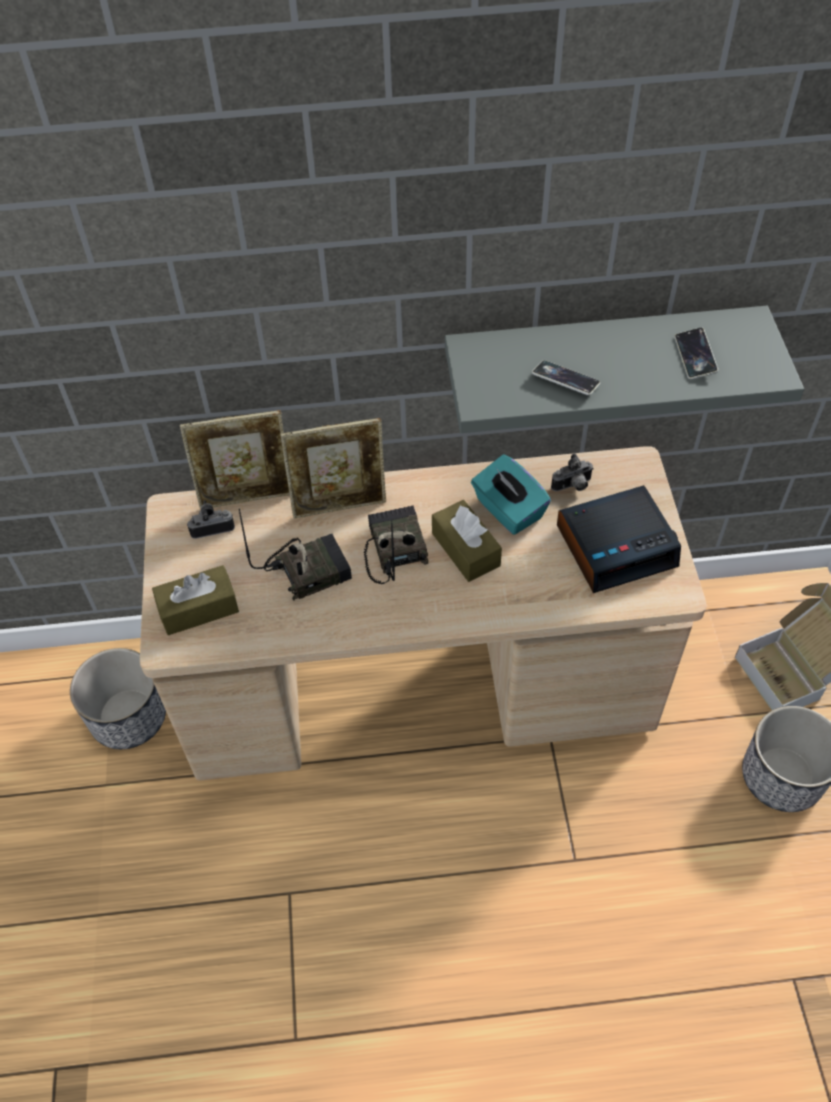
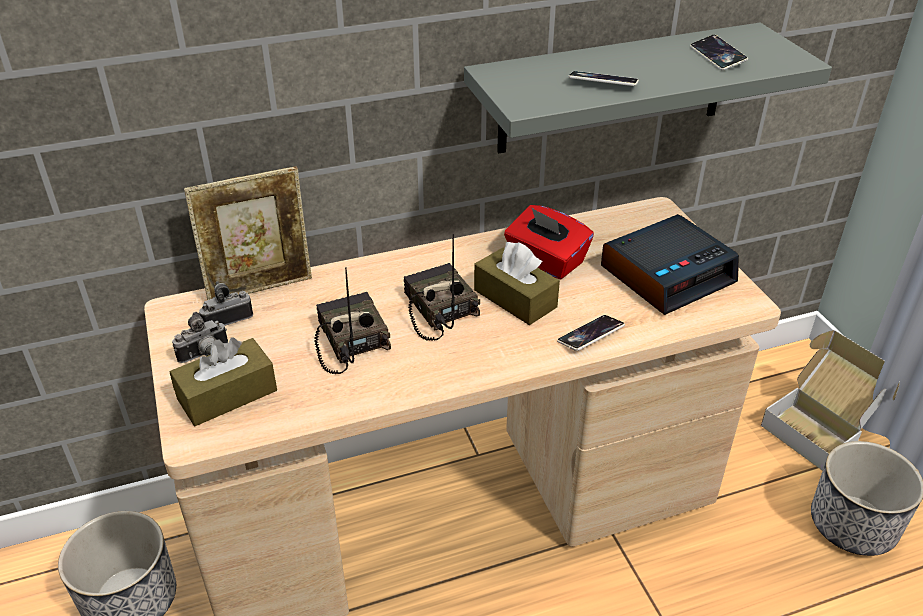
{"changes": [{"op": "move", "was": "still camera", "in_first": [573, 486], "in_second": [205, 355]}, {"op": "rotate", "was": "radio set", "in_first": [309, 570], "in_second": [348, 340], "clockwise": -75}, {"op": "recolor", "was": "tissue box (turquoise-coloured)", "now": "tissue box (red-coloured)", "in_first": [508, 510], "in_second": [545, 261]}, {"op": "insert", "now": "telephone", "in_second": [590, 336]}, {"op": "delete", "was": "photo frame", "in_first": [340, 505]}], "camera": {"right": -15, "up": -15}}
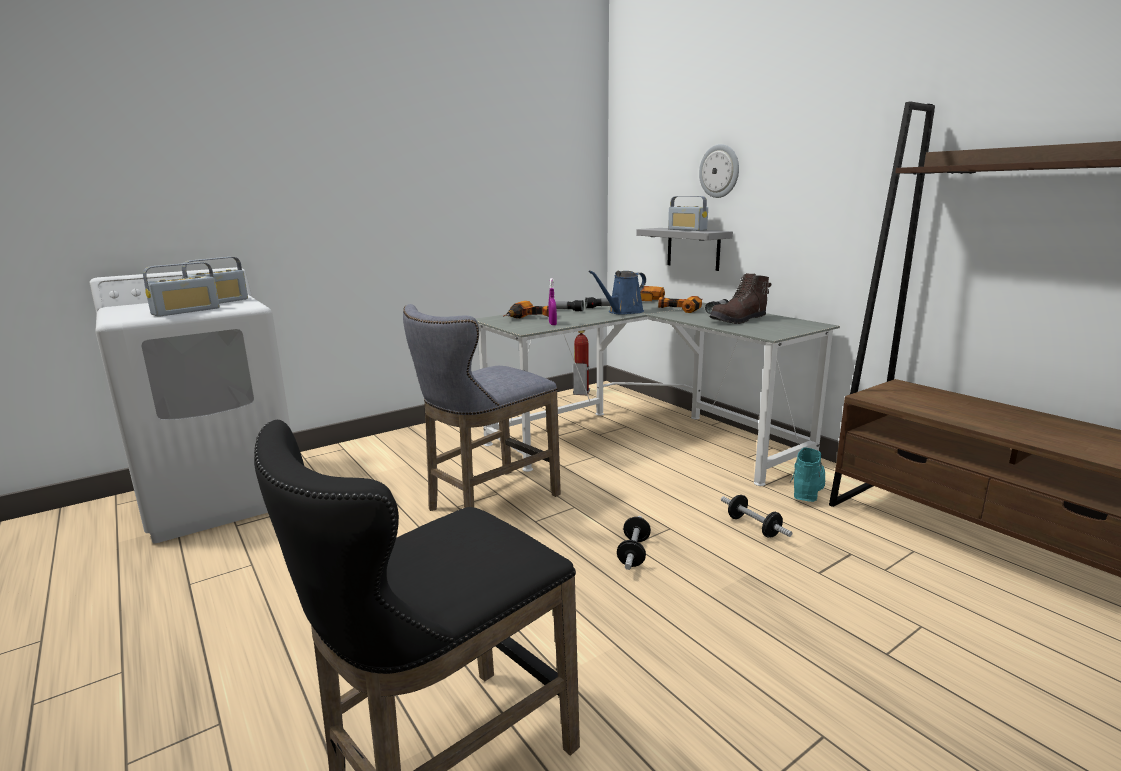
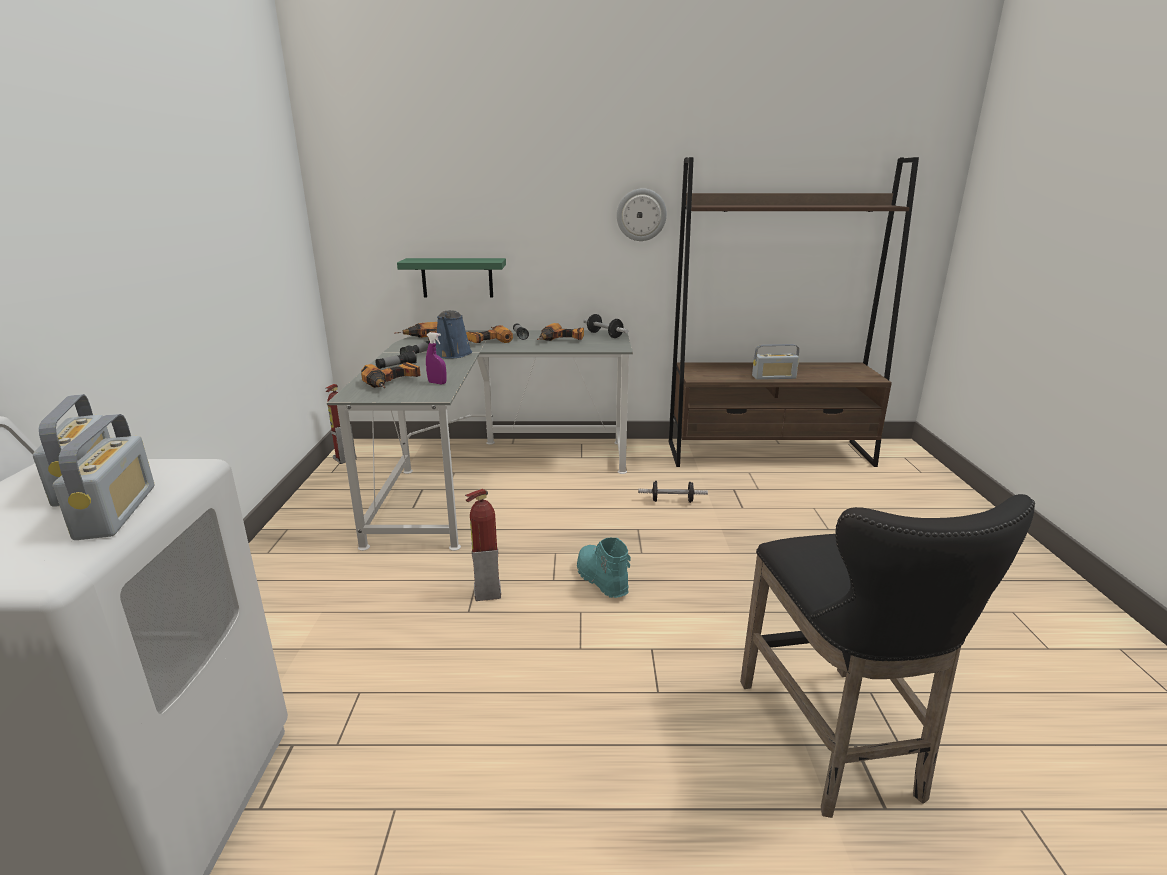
{"changes": [{"op": "recolor", "was": "bracket shelf (grey)", "now": "bracket shelf (green)", "in_first": [693, 248], "in_second": [457, 277]}, {"op": "replace", "was": "stool seat (grey)", "now": "fire-fighting cylinder", "in_first": [487, 503], "in_second": [487, 592]}, {"op": "replace", "was": "high-top boot (brown-coloured)", "now": "power drill", "in_first": [739, 320], "in_second": [561, 341]}, {"op": "move", "was": "high-top boot (turquoise-coloured)", "in_first": [807, 490], "in_second": [601, 580]}, {"op": "move", "was": "hand weight", "in_first": [633, 553], "in_second": [604, 335]}, {"op": "move", "was": "wall clock", "in_first": [719, 171], "in_second": [641, 215]}, {"op": "move", "was": "radio set", "in_first": [687, 230], "in_second": [774, 377]}], "camera": {"right": -55, "up": 5}}
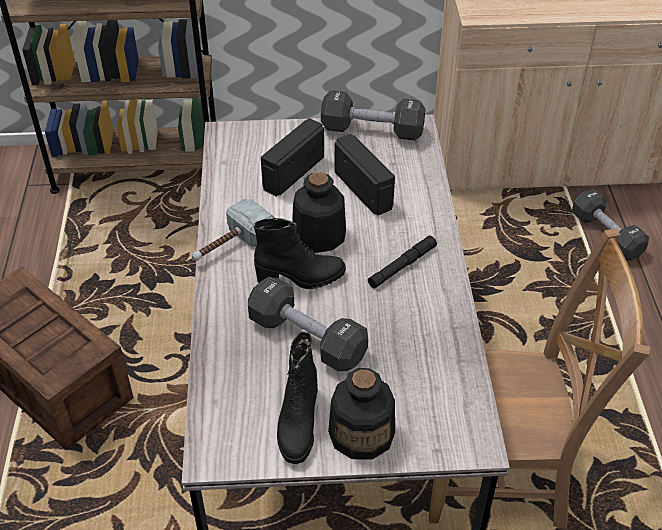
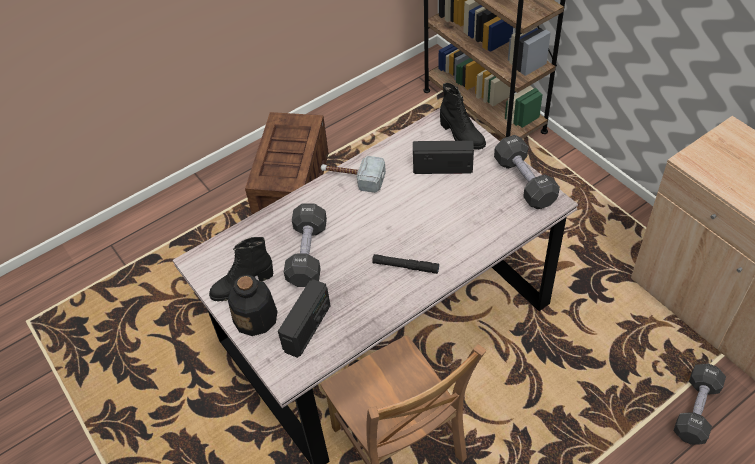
{"changes": [{"op": "move", "was": "radio set", "in_first": [363, 190], "in_second": [307, 328]}, {"op": "move", "was": "high-top boot (black-coloured)", "in_first": [301, 278], "in_second": [461, 136]}, {"op": "delete", "was": "bottle", "in_first": [318, 235]}], "camera": {"right": 60, "up": 5}}
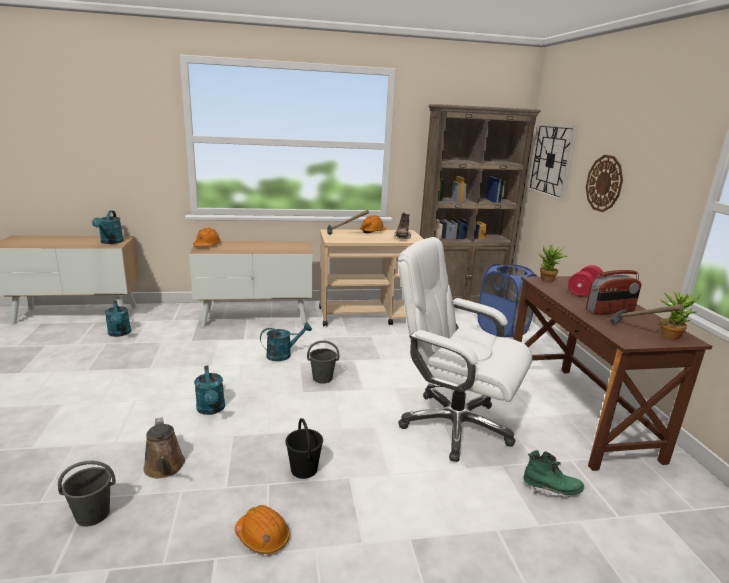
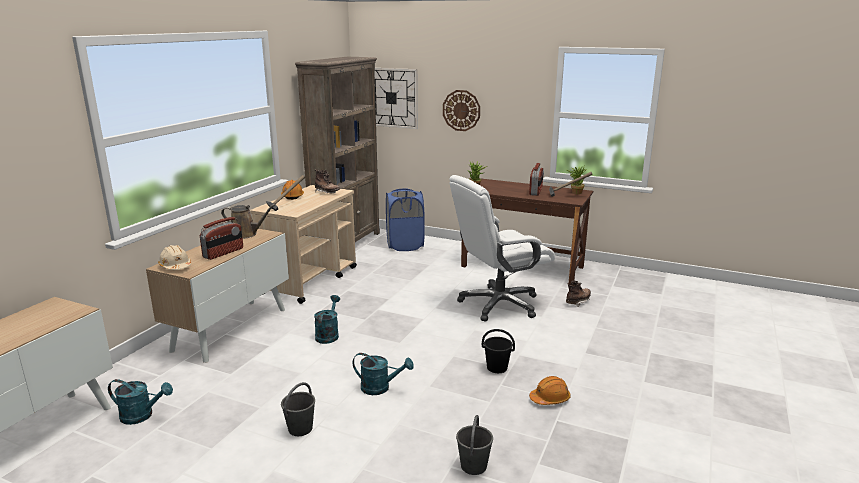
{"changes": [{"op": "recolor", "was": "work helmet (orangey)", "now": "work helmet (beige-coloured)", "in_first": [207, 245], "in_second": [175, 266]}, {"op": "insert", "now": "radio set", "in_second": [223, 253]}, {"op": "move", "was": "sprinkling can (brown-coloured)", "in_first": [165, 468], "in_second": [246, 234]}, {"op": "move", "was": "water bucket (grey)", "in_first": [323, 378], "in_second": [300, 428]}, {"op": "recolor", "was": "high-top boot (green)", "now": "high-top boot (brown-coloured)", "in_first": [551, 489], "in_second": [578, 302]}, {"op": "delete", "was": "sprinkling can (turquoise-coloured)", "in_first": [110, 242]}, {"op": "delete", "was": "hand weight (red-coloured)", "in_first": [584, 291]}], "camera": {"right": -55, "up": 0}}
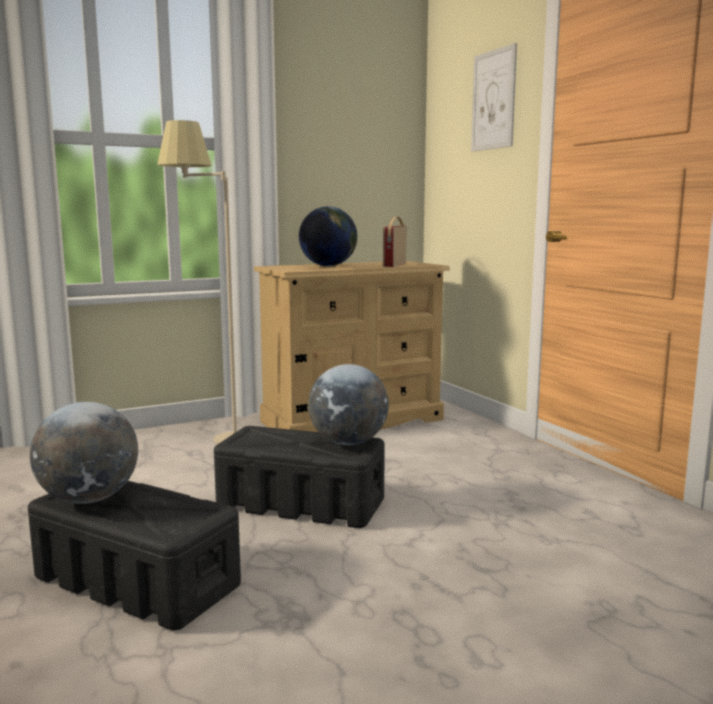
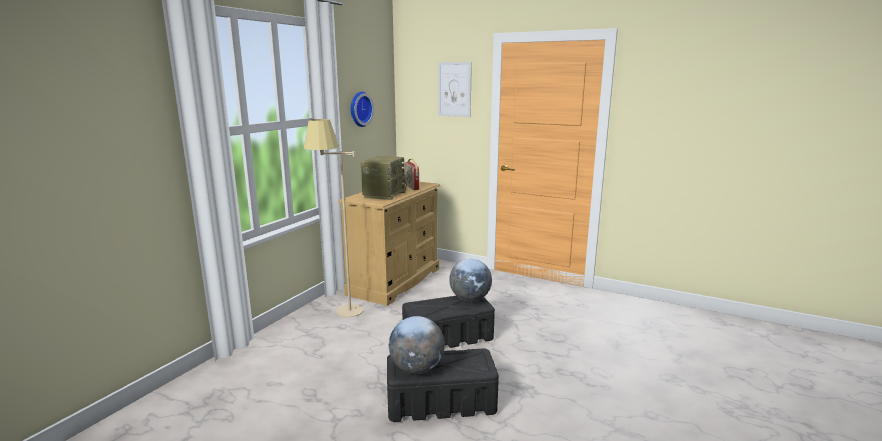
{"changes": [{"op": "insert", "now": "wall clock", "in_second": [359, 109]}, {"op": "replace", "was": "globe", "now": "radio set", "in_first": [328, 266], "in_second": [384, 194]}], "camera": {"right": -35, "up": 5}}
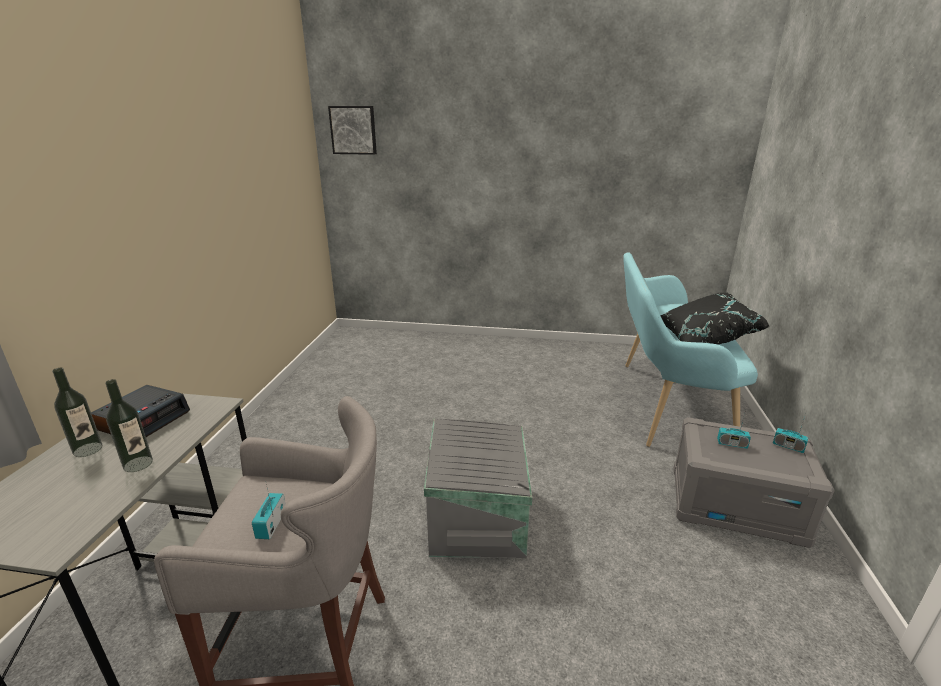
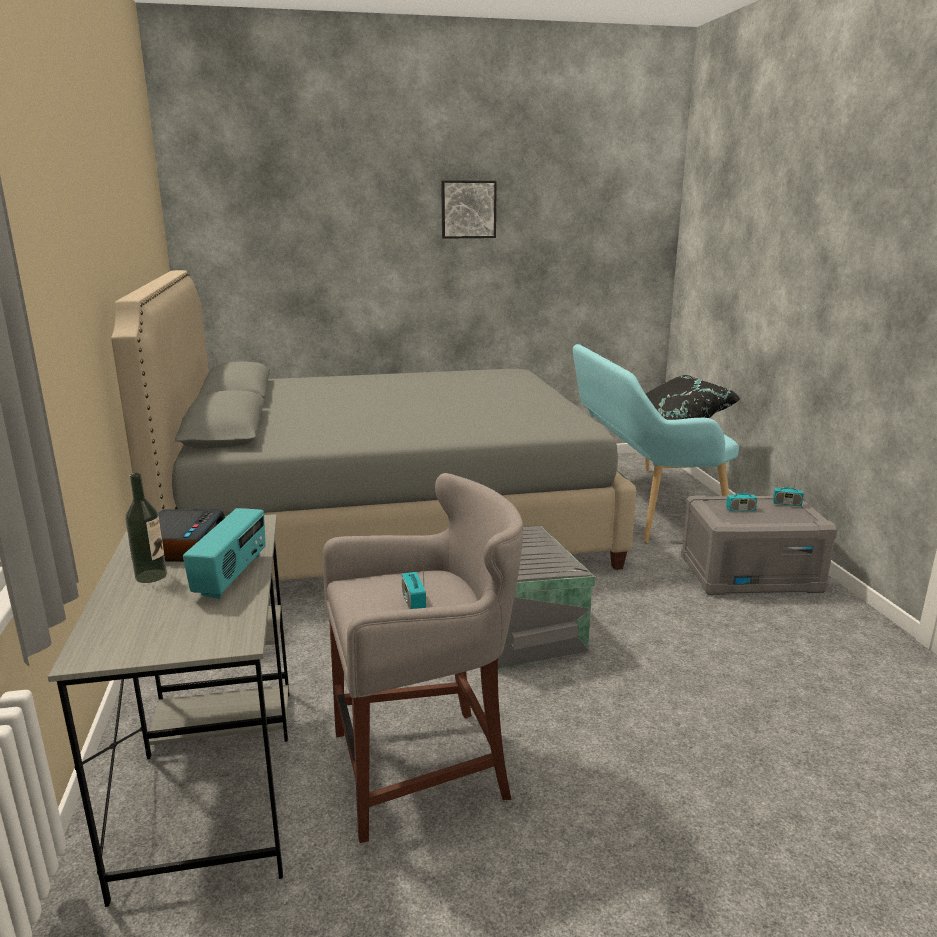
{"changes": [{"op": "insert", "now": "bedroom bed (grey)", "in_second": [388, 524]}, {"op": "replace", "was": "bottle", "now": "radio set", "in_first": [138, 464], "in_second": [232, 576]}, {"op": "move", "was": "wall art", "in_first": [353, 130], "in_second": [468, 209]}], "camera": {"right": -20, "up": -5}}
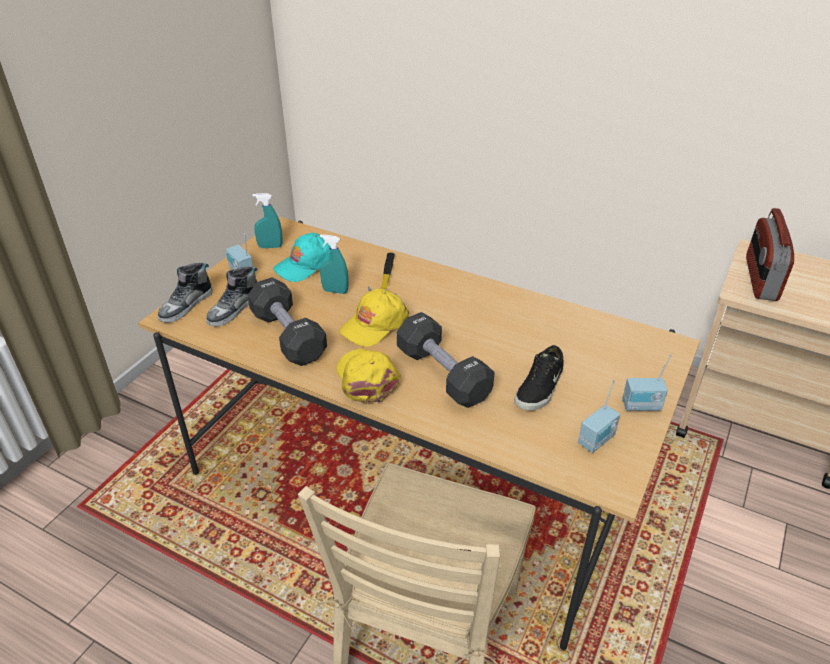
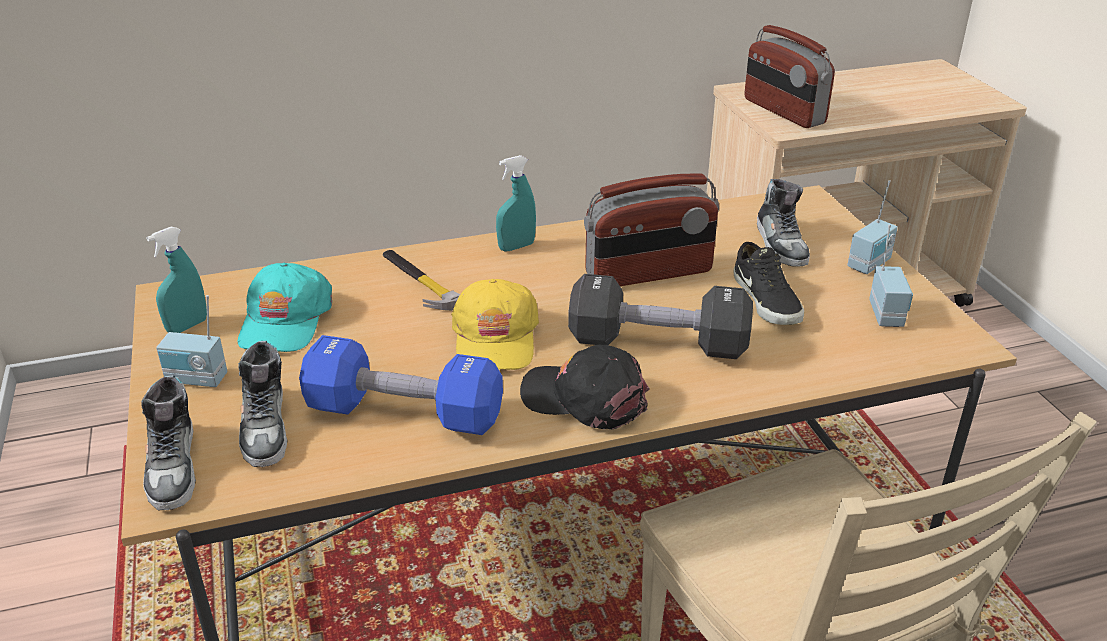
{"changes": [{"op": "recolor", "was": "hand weight (black-coloured)", "now": "hand weight (bluish)", "in_first": [288, 336], "in_second": [404, 413]}, {"op": "move", "was": "hand sprayer (turquoise-coloured)", "in_first": [335, 291], "in_second": [516, 247]}, {"op": "recolor", "was": "cap (yellow)", "now": "cap (black-coloured)", "in_first": [366, 378], "in_second": [585, 398]}, {"op": "insert", "now": "radio set", "in_second": [649, 274]}, {"op": "insert", "now": "shoe", "in_second": [781, 244]}], "camera": {"right": -45, "up": -5}}
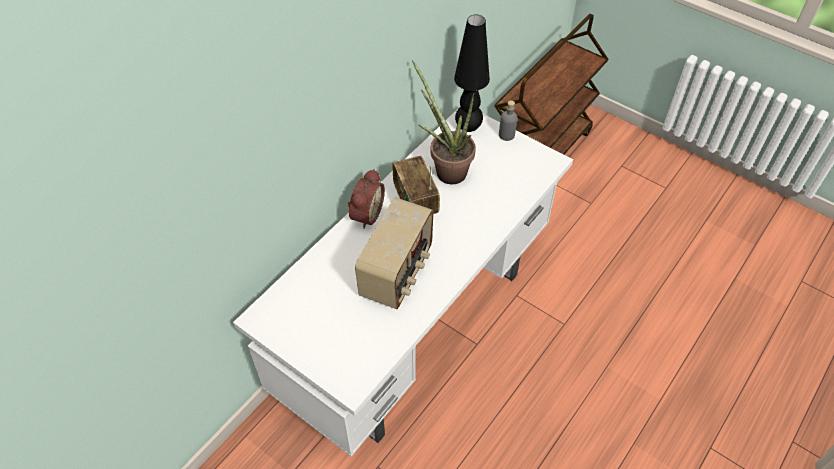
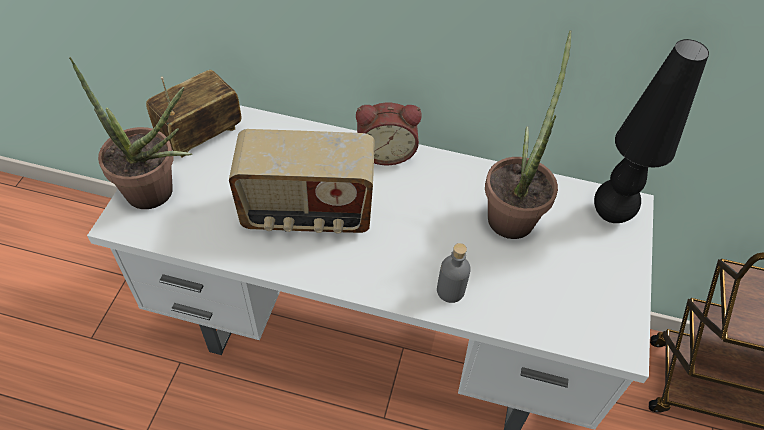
{"changes": [{"op": "insert", "now": "potted plant", "in_second": [158, 195]}, {"op": "move", "was": "radio set", "in_first": [415, 202], "in_second": [201, 134]}, {"op": "move", "was": "bottle (grey)", "in_first": [506, 135], "in_second": [450, 291]}], "camera": {"right": 65, "up": 0}}
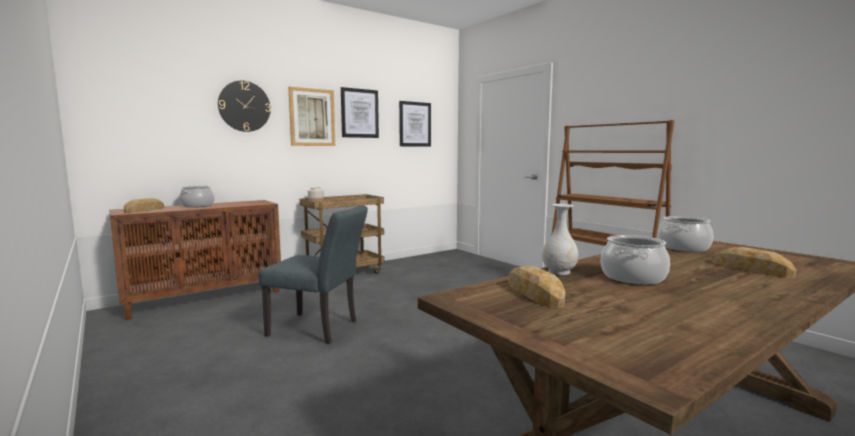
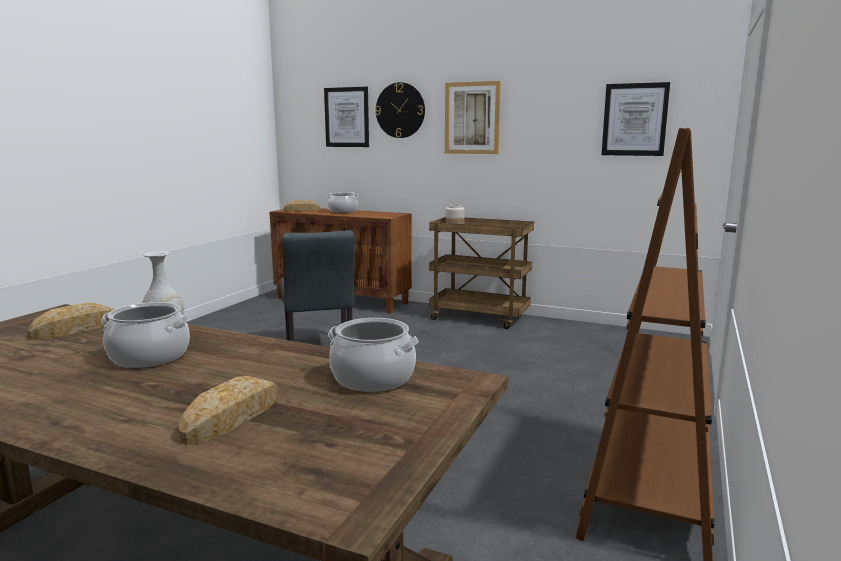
{"changes": [{"op": "move", "was": "wall art", "in_first": [359, 113], "in_second": [347, 117]}], "camera": {"right": 60, "up": 5}}
